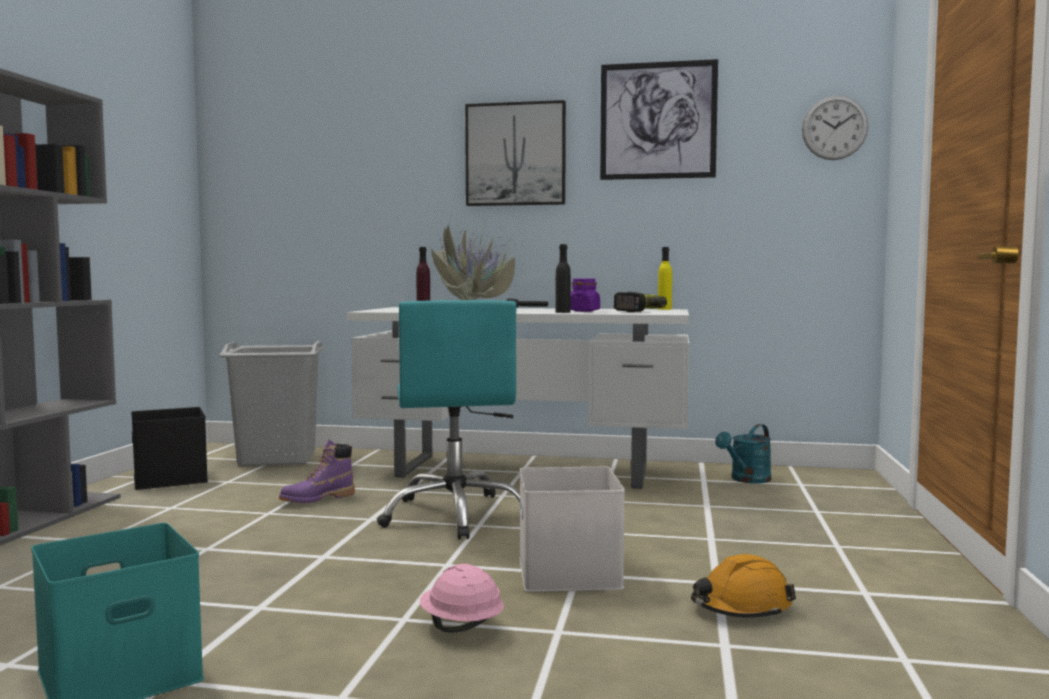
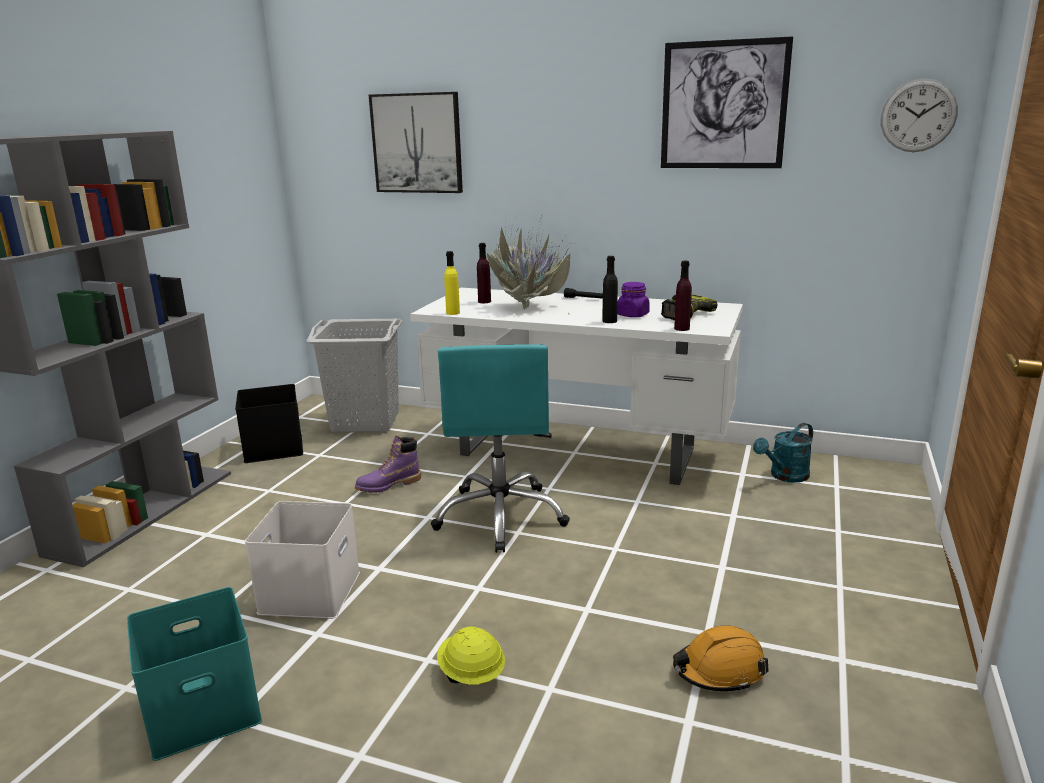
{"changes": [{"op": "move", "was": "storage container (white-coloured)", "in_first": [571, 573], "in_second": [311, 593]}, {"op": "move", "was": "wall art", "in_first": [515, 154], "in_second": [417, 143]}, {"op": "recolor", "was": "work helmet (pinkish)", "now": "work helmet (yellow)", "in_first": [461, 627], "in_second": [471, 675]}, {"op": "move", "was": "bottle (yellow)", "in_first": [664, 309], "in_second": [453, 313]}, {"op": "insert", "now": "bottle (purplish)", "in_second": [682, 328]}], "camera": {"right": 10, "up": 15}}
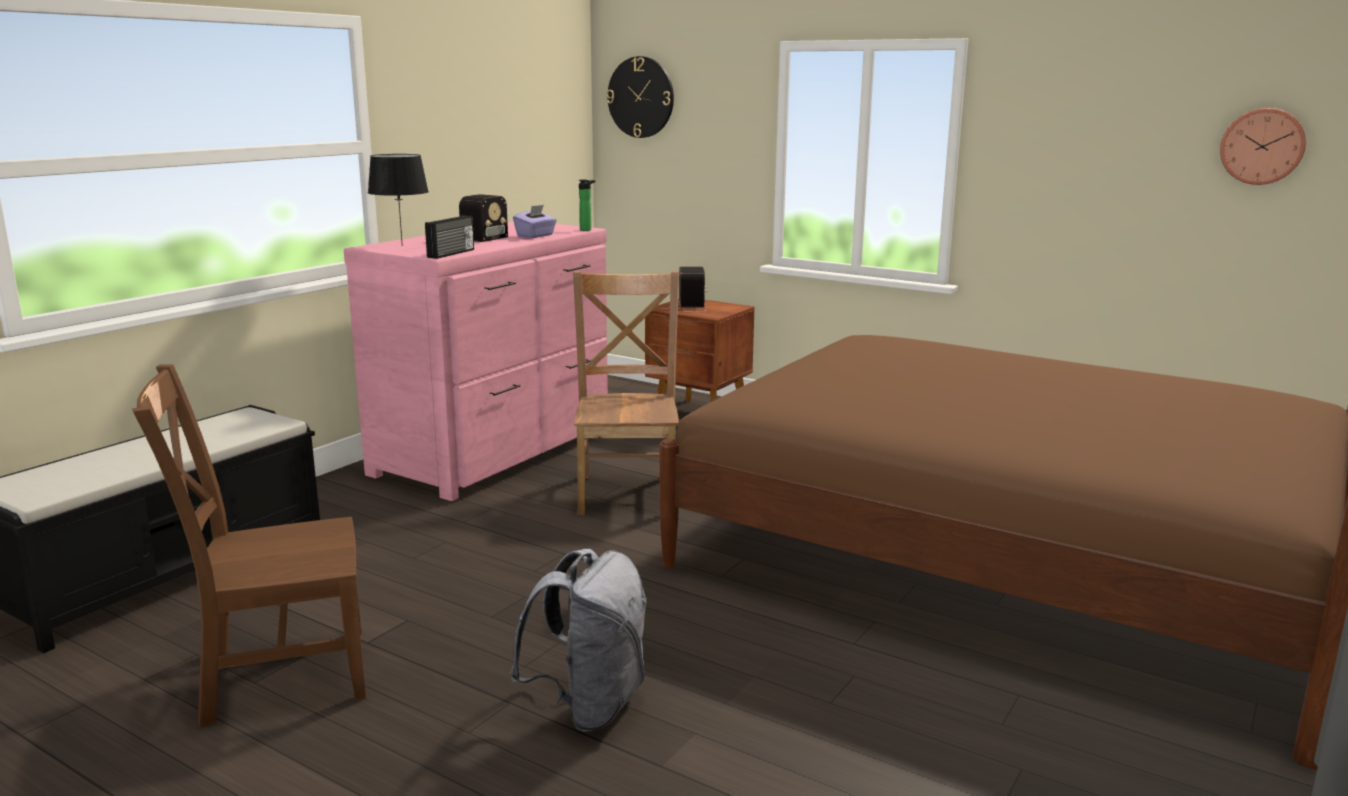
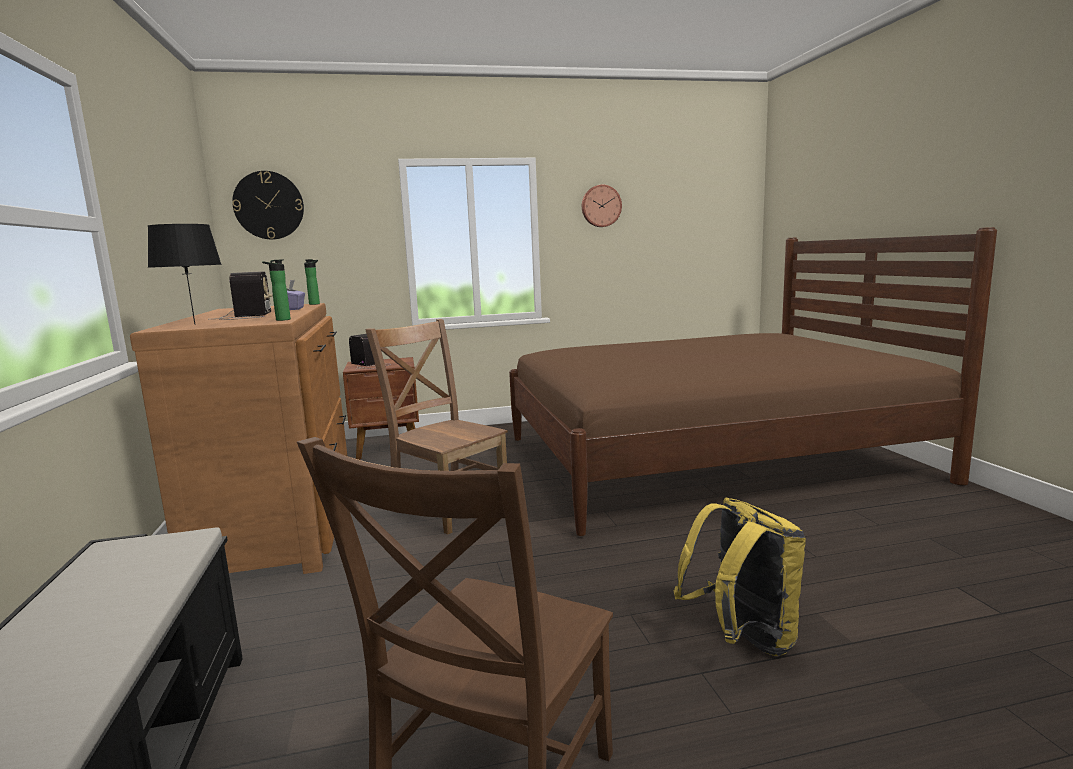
{"changes": [{"op": "recolor", "was": "chest of drawers (pinkish)", "now": "chest of drawers (brown-coloured)", "in_first": [498, 452], "in_second": [282, 523]}, {"op": "replace", "was": "radio set", "now": "bottle", "in_first": [452, 253], "in_second": [280, 320]}, {"op": "move", "was": "wall clock", "in_first": [1262, 146], "in_second": [600, 206]}, {"op": "recolor", "was": "knapsack (grey)", "now": "knapsack (yellow)", "in_first": [589, 706], "in_second": [742, 639]}], "camera": {"right": -45, "up": -5}}
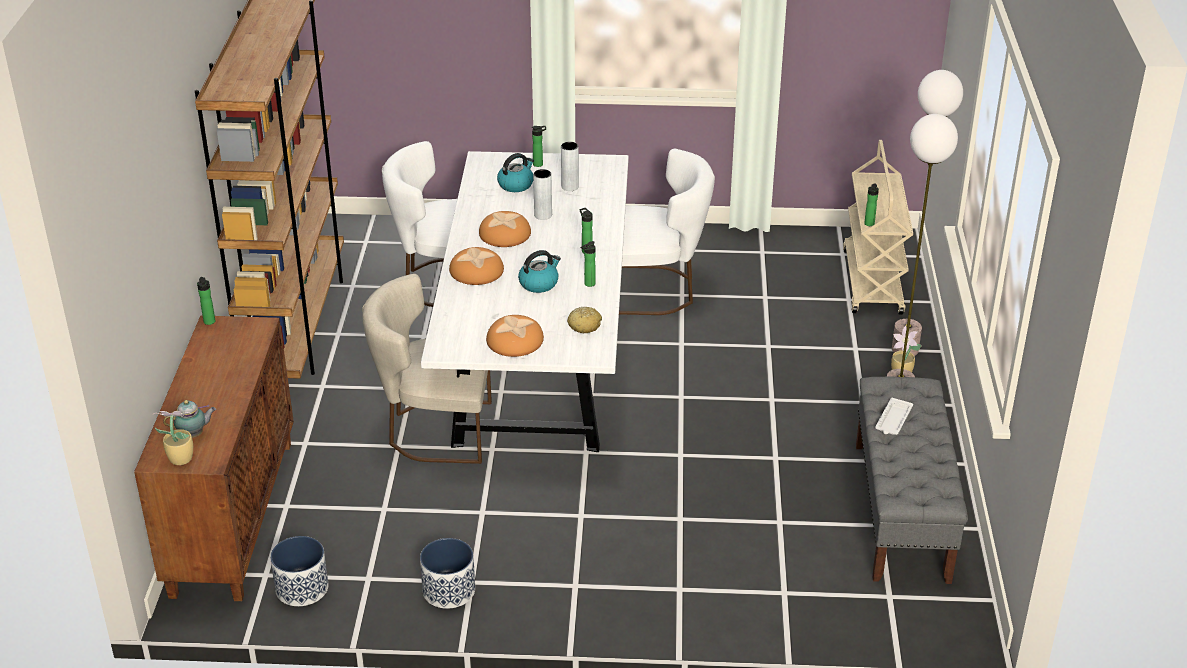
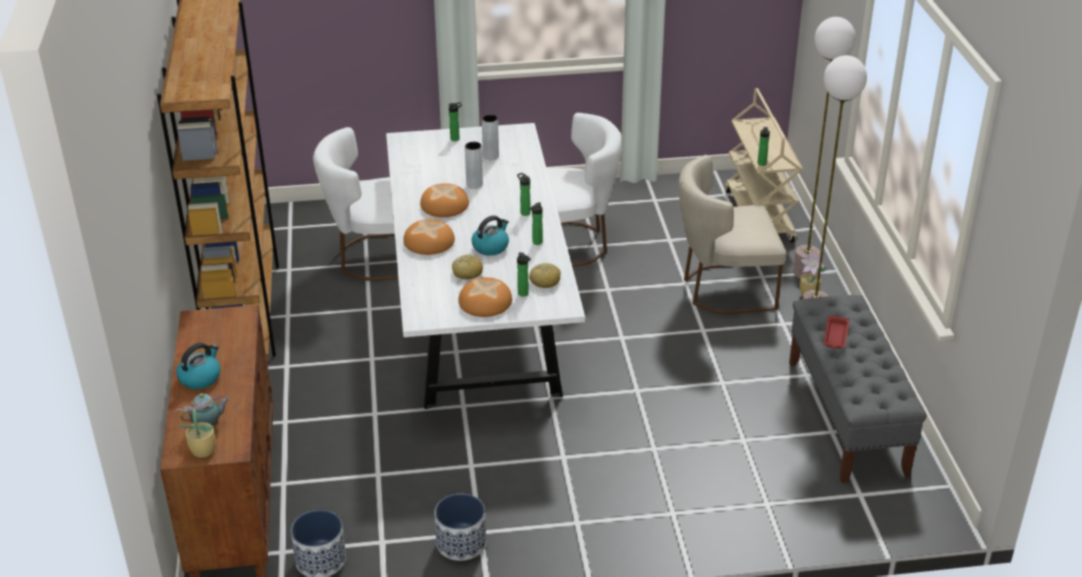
{"changes": [{"op": "move", "was": "water kettle", "in_first": [516, 184], "in_second": [200, 378]}, {"op": "insert", "now": "baked bread", "in_second": [467, 272]}, {"op": "move", "was": "bottle", "in_first": [210, 322], "in_second": [524, 294]}, {"op": "move", "was": "upright chair (beige-coloured)", "in_first": [434, 431], "in_second": [723, 289]}, {"op": "recolor", "was": "carrying tray (white-coloured)", "now": "carrying tray (red-coloured)", "in_first": [893, 420], "in_second": [835, 336]}], "camera": {"right": -10, "up": 0}}
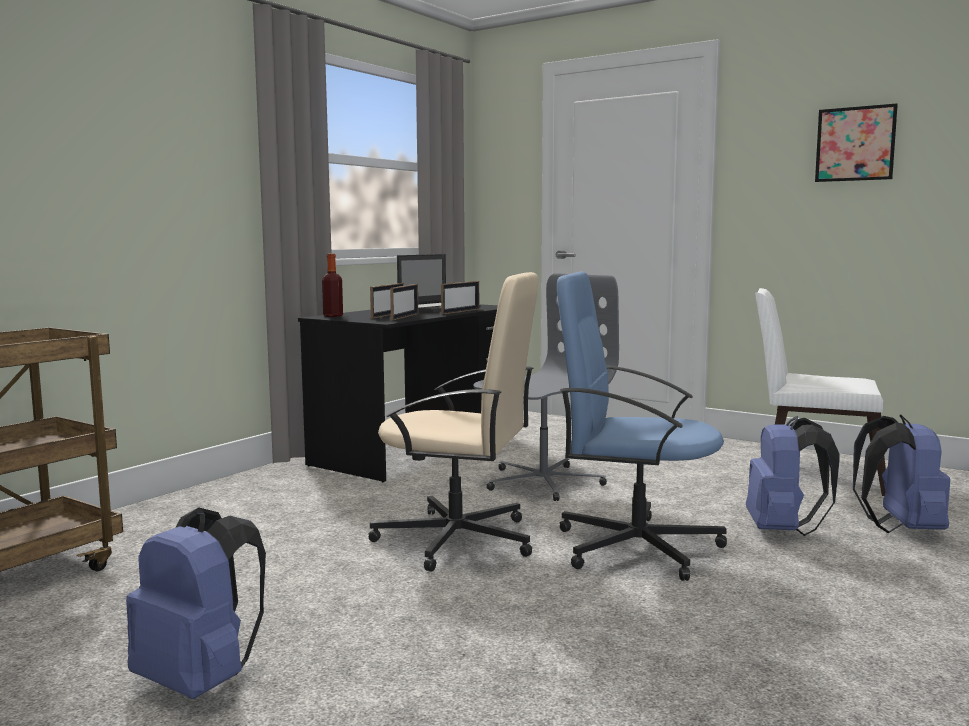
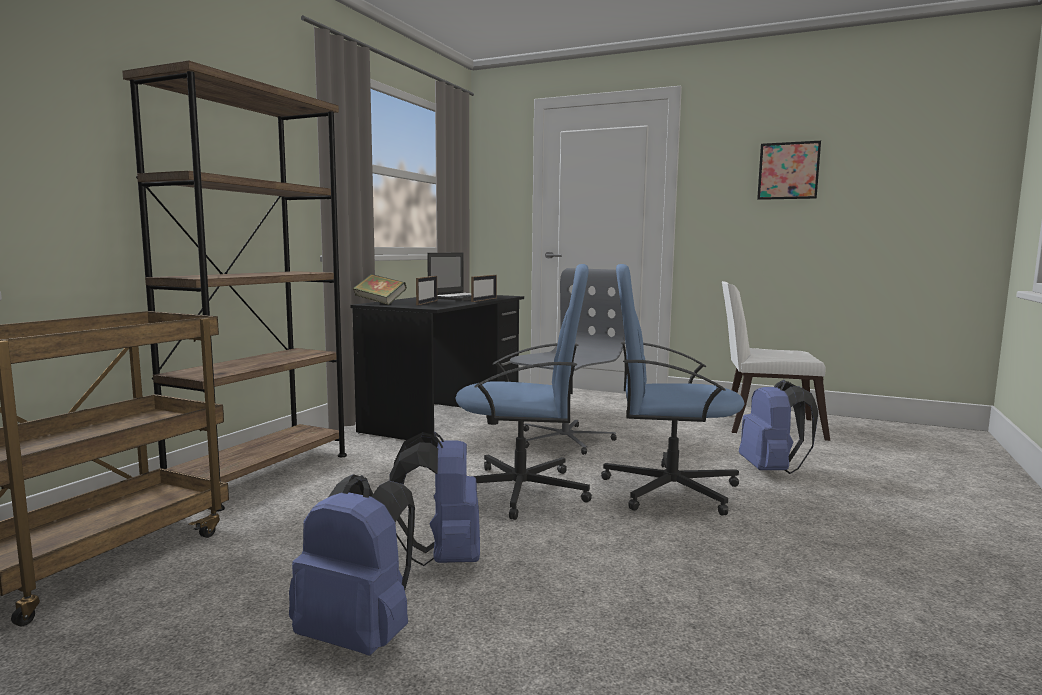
{"changes": [{"op": "insert", "now": "bookshelf (brown-coloured)", "in_second": [262, 474]}, {"op": "replace", "was": "bottle", "now": "volume", "in_first": [333, 316], "in_second": [380, 303]}, {"op": "move", "was": "knapsack (bluish)", "in_first": [900, 529], "in_second": [443, 558]}, {"op": "recolor", "was": "desk chair (beige-coloured)", "now": "desk chair (bluish)", "in_first": [458, 540], "in_second": [523, 491]}, {"op": "delete", "was": "photo frame", "in_first": [405, 317]}], "camera": {"right": -10, "up": 0}}
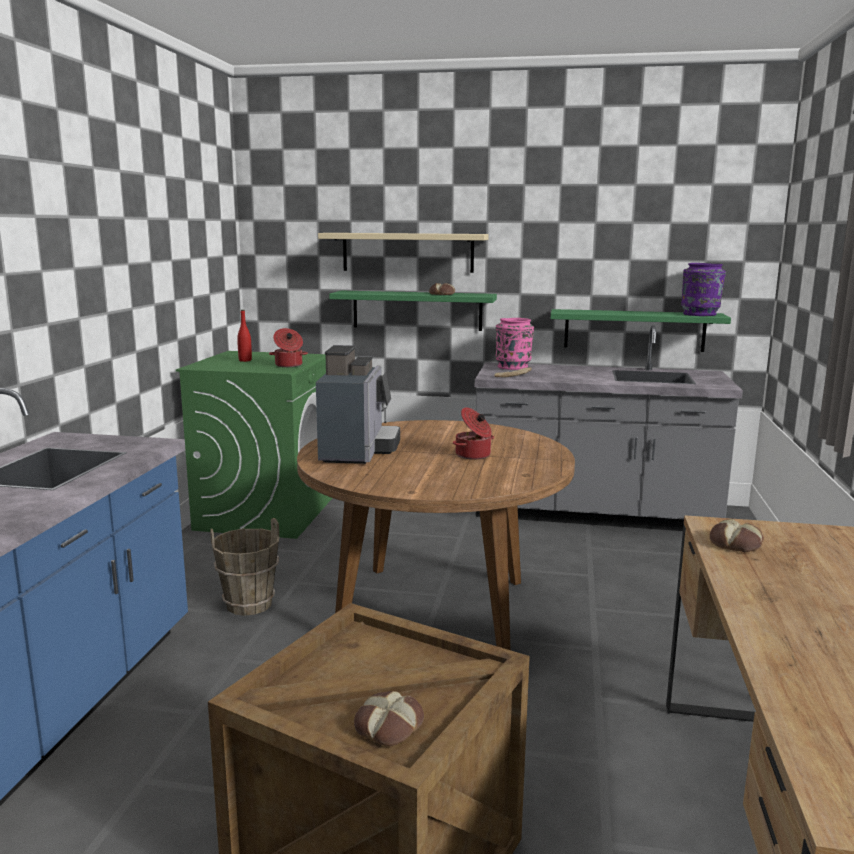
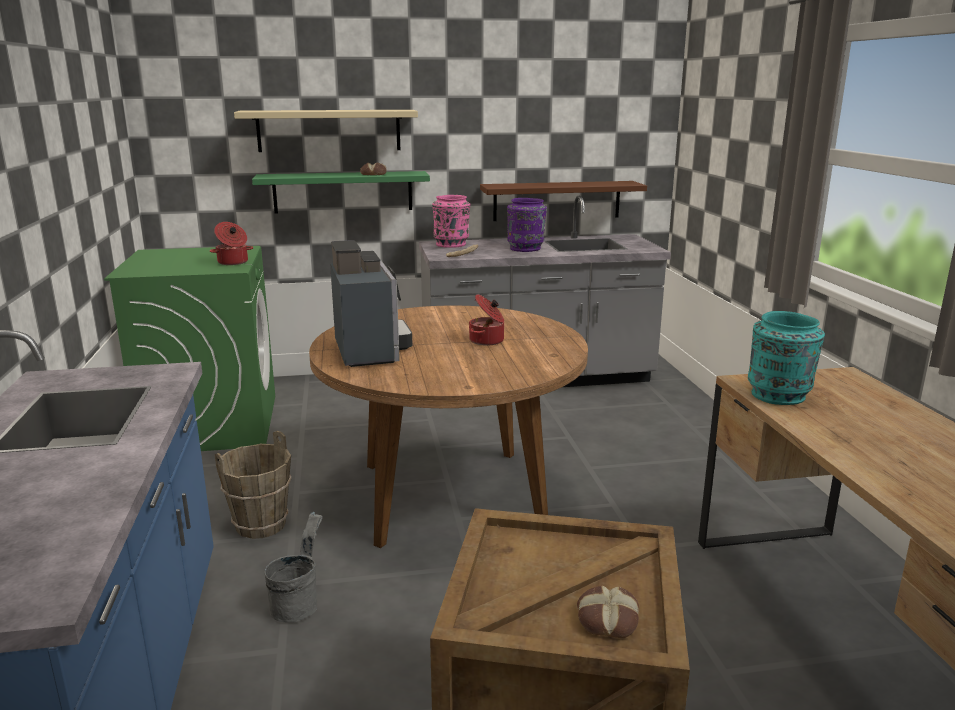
{"changes": [{"op": "insert", "now": "water bucket (grey)", "in_second": [298, 603]}, {"op": "recolor", "was": "bracket shelf (green)", "now": "bracket shelf (brown-coloured)", "in_first": [634, 330], "in_second": [557, 200]}, {"op": "move", "was": "vase (purplish)", "in_first": [700, 314], "in_second": [526, 249]}, {"op": "replace", "was": "baked bread", "now": "vase (turquoise-coloured)", "in_first": [736, 544], "in_second": [779, 396]}, {"op": "delete", "was": "bottle (red-coloured)", "in_first": [245, 360]}], "camera": {"right": -20, "up": 5}}
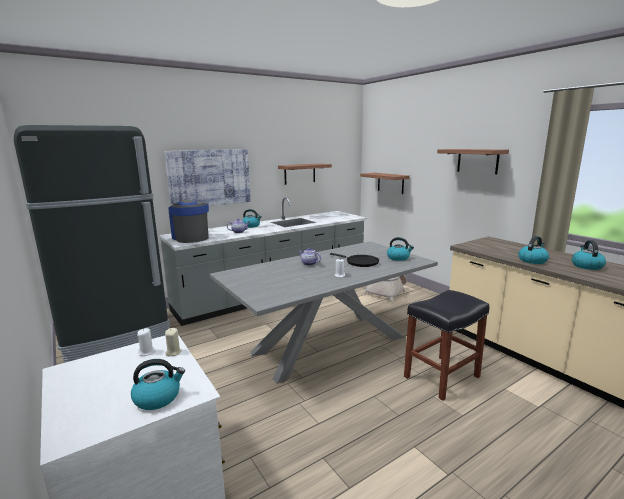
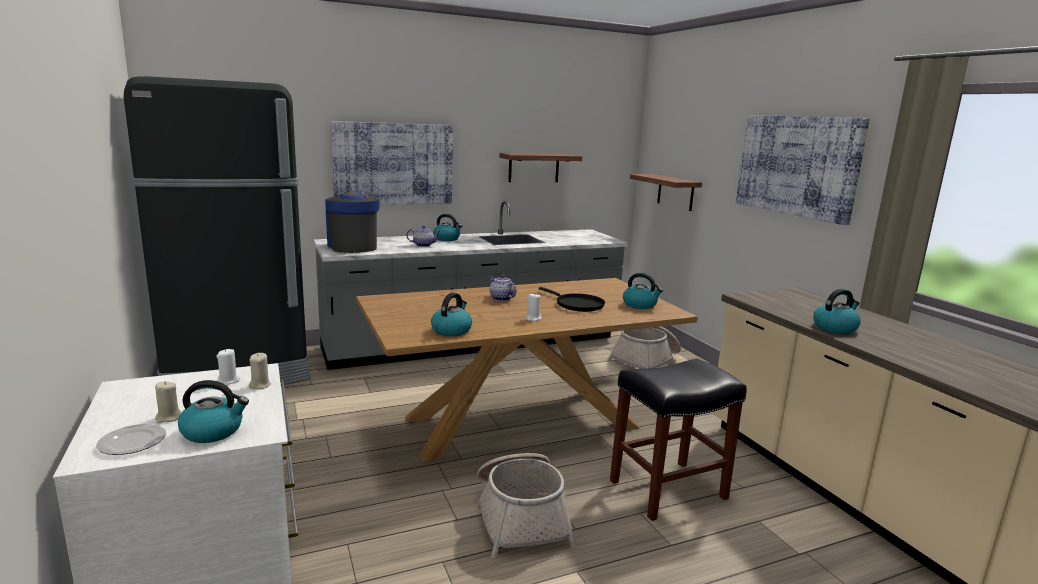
{"changes": [{"op": "insert", "now": "dinner plate", "in_second": [133, 442]}, {"op": "insert", "now": "candle (beige-coloured)", "in_second": [169, 417]}, {"op": "recolor", "was": "dinner table (grey)", "now": "dinner table (brown-coloured)", "in_first": [328, 344], "in_second": [519, 422]}, {"op": "move", "was": "water kettle", "in_first": [586, 266], "in_second": [451, 330]}, {"op": "insert", "now": "basket", "in_second": [520, 516]}, {"op": "replace", "was": "bracket shelf", "now": "wall art", "in_first": [477, 161], "in_second": [798, 165]}], "camera": {"right": 10, "up": 0}}
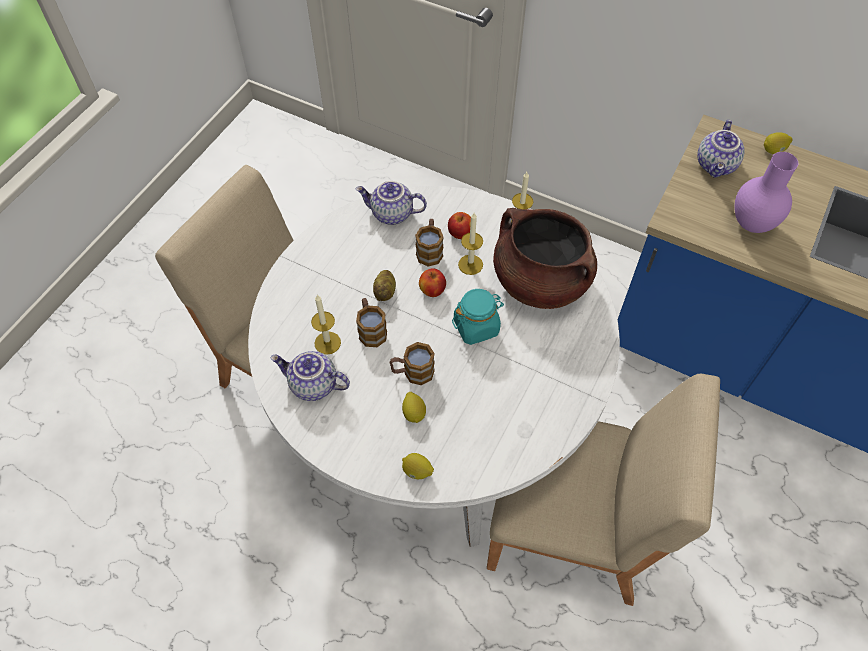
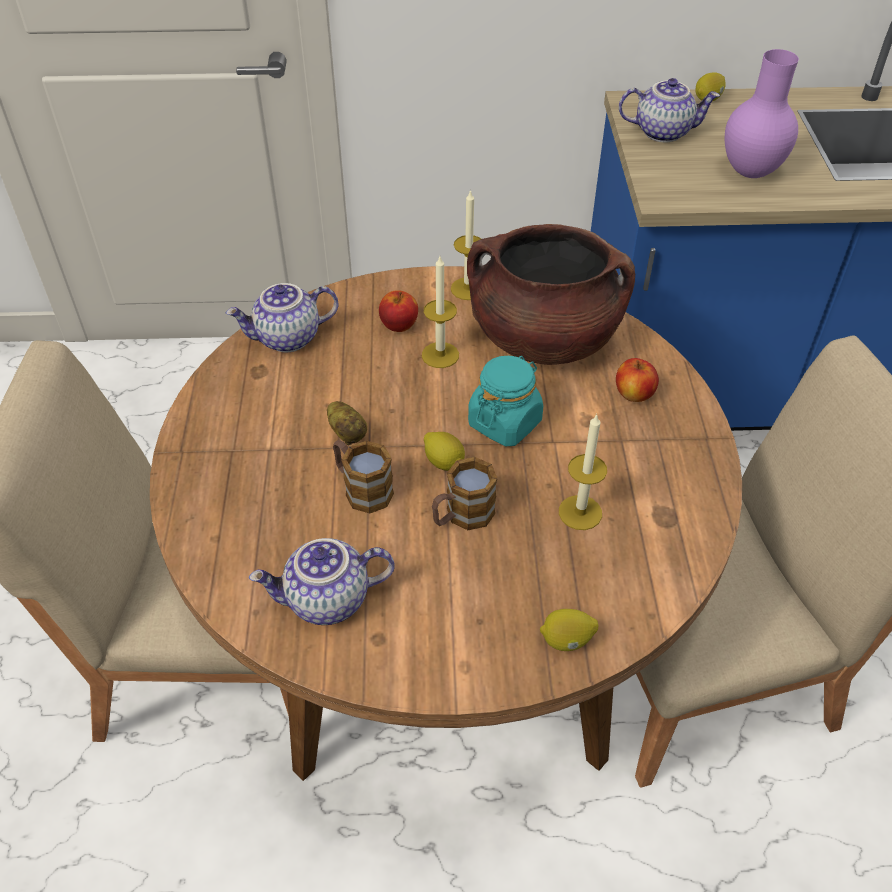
{"changes": [{"op": "recolor", "was": "dinner table (white-coloured)", "now": "dinner table (brown-coloured)", "in_first": [434, 424], "in_second": [446, 637]}, {"op": "move", "was": "citrus fruit", "in_first": [414, 413], "in_second": [444, 462]}, {"op": "move", "was": "candle", "in_first": [327, 343], "in_second": [580, 512]}, {"op": "move", "was": "apple", "in_first": [432, 290], "in_second": [634, 394]}, {"op": "rotate", "was": "tea pot", "in_first": [716, 166], "in_second": [663, 132], "clockwise": -75}, {"op": "delete", "was": "coffee mug", "in_first": [430, 250]}], "camera": {"right": -30, "up": -10}}
